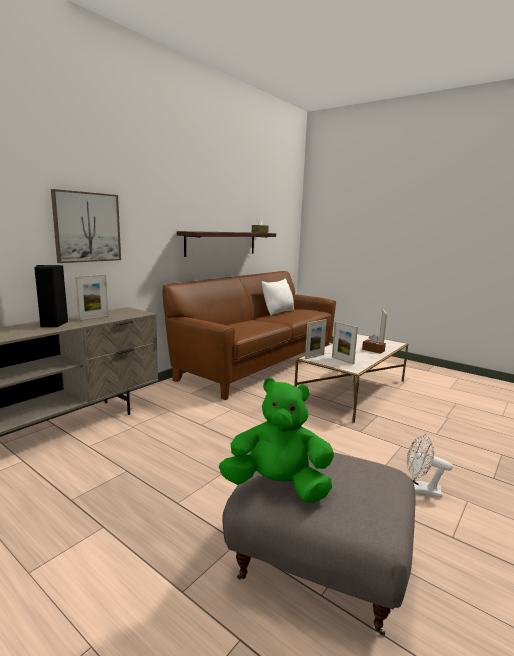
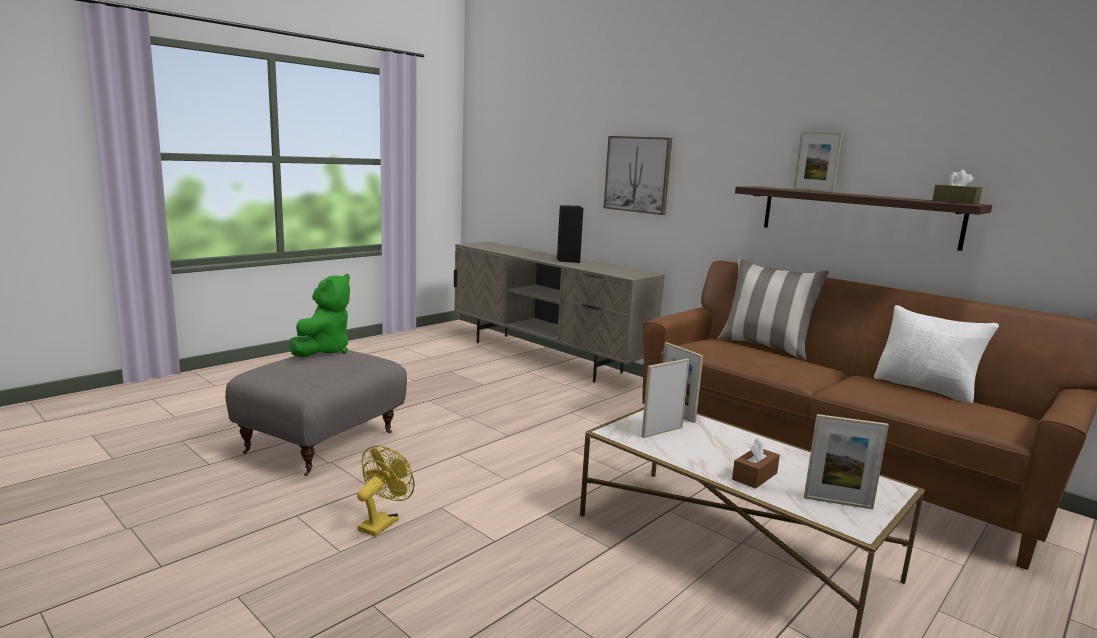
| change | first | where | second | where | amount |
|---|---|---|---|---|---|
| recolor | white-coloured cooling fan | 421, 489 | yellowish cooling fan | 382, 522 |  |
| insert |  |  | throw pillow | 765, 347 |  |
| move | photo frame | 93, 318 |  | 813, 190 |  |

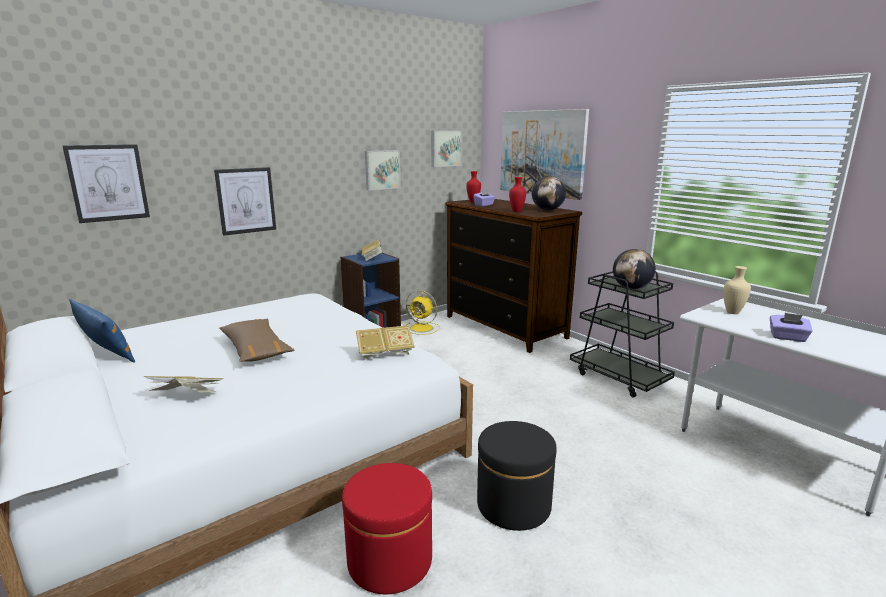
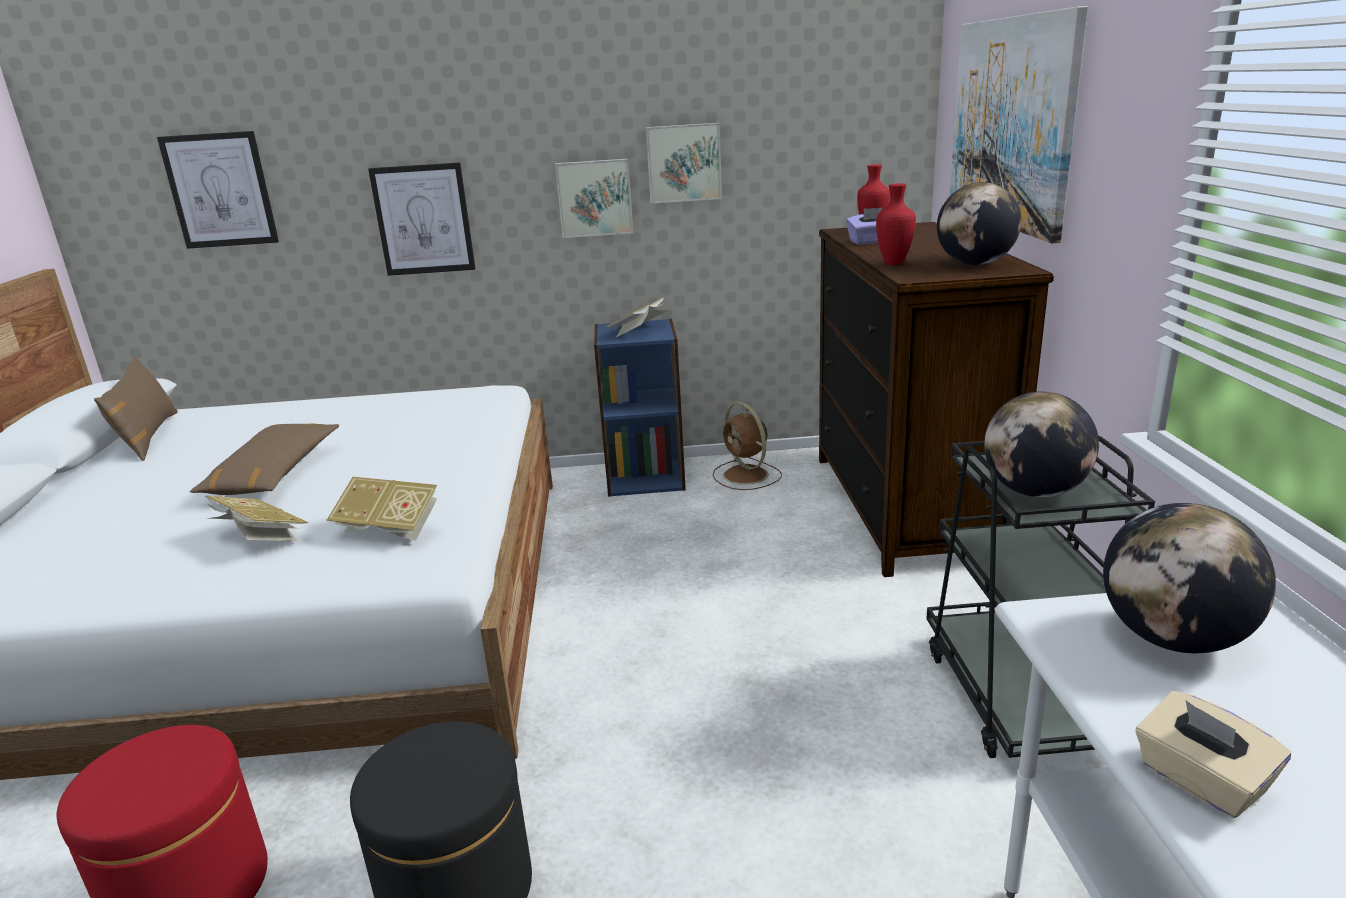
| change | first | where | second | where | amount |
|---|---|---|---|---|---|
| recolor | blue throw pillow | 105, 351 | brownish throw pillow | 148, 437 |  |
| move | bound book | 186, 396 |  | 260, 537 |  |
| move | wall art | 445, 148 |  | 594, 198 |  |
| recolor | yellowish cooling fan | 422, 328 | brownish cooling fan | 747, 476 |  |
| replace | beige decorative vase | 733, 313 | globe | 1173, 639 |  |
| recolor | purplish box of tissues | 787, 337 | beige box of tissues | 1200, 781 |  |

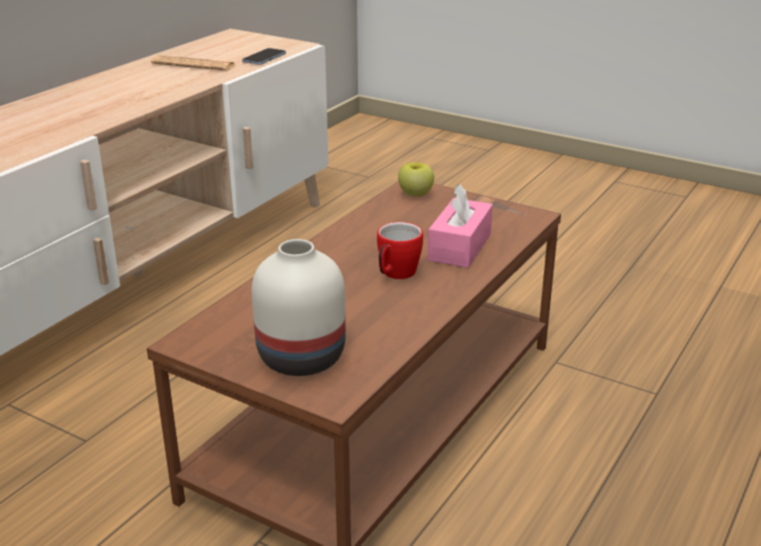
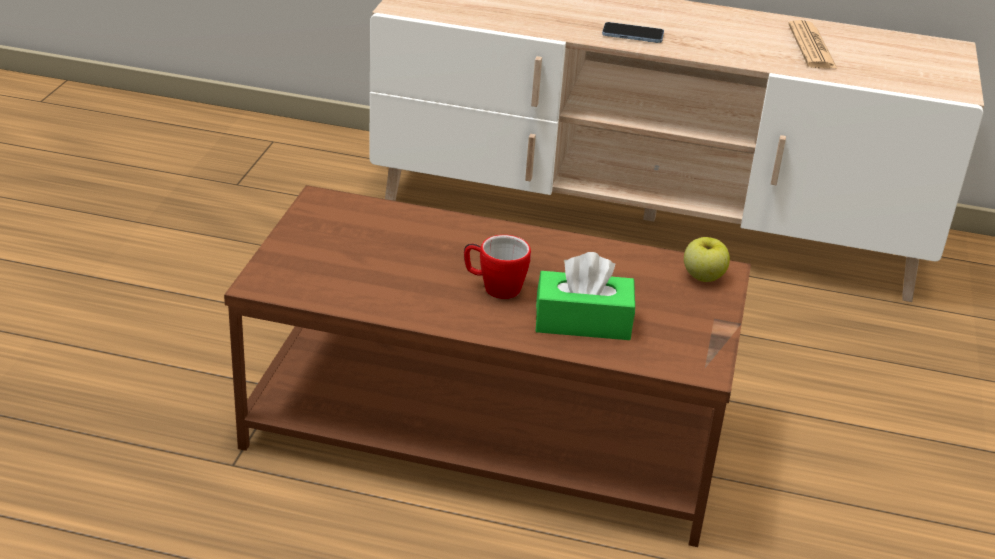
| change | first | where | second | where | amount |
|---|---|---|---|---|---|
| recolor | pink-coloured box of tissues | 460, 247 | green-coloured box of tissues | 583, 322 |  |
| move | phone | 264, 58 |  | 632, 35 |  |
| delete | white-coloured decorative vase | 301, 359 |  |  |  |

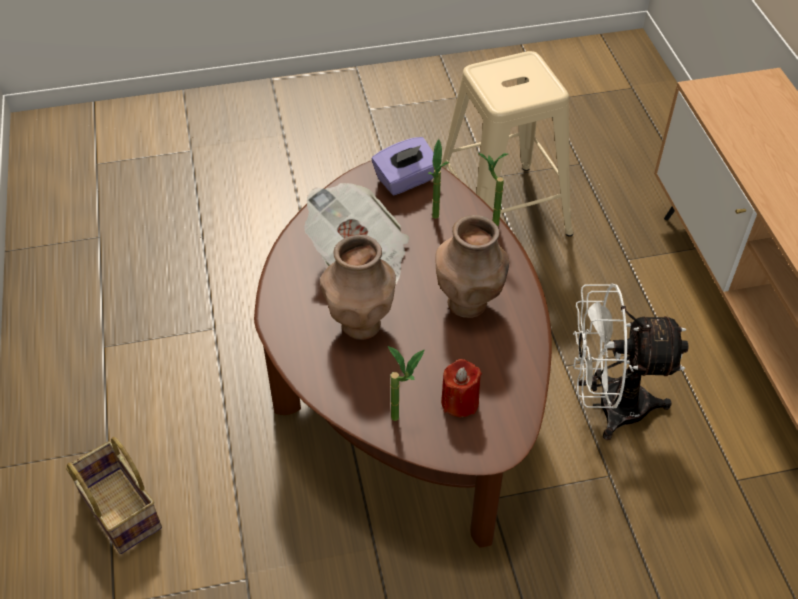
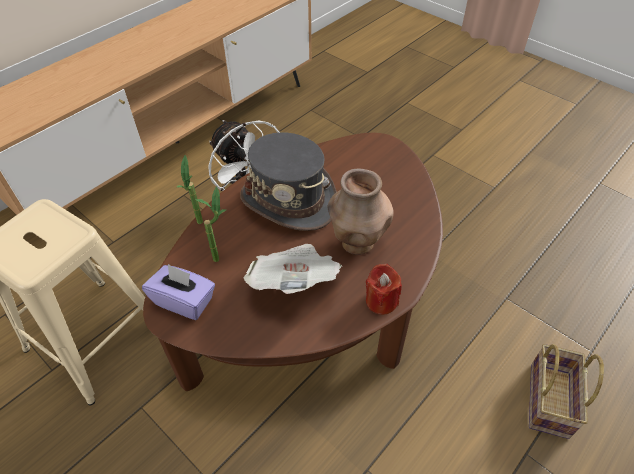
| change | first | where | second | where | amount |
|---|---|---|---|---|---|
| replace | brownish decorative vase | 468, 303 | grey hat | 289, 200 |  |
| move | red candle | 460, 402 |  | 381, 301 |  |
| delete | houseplant | 403, 418 |  |  |  |

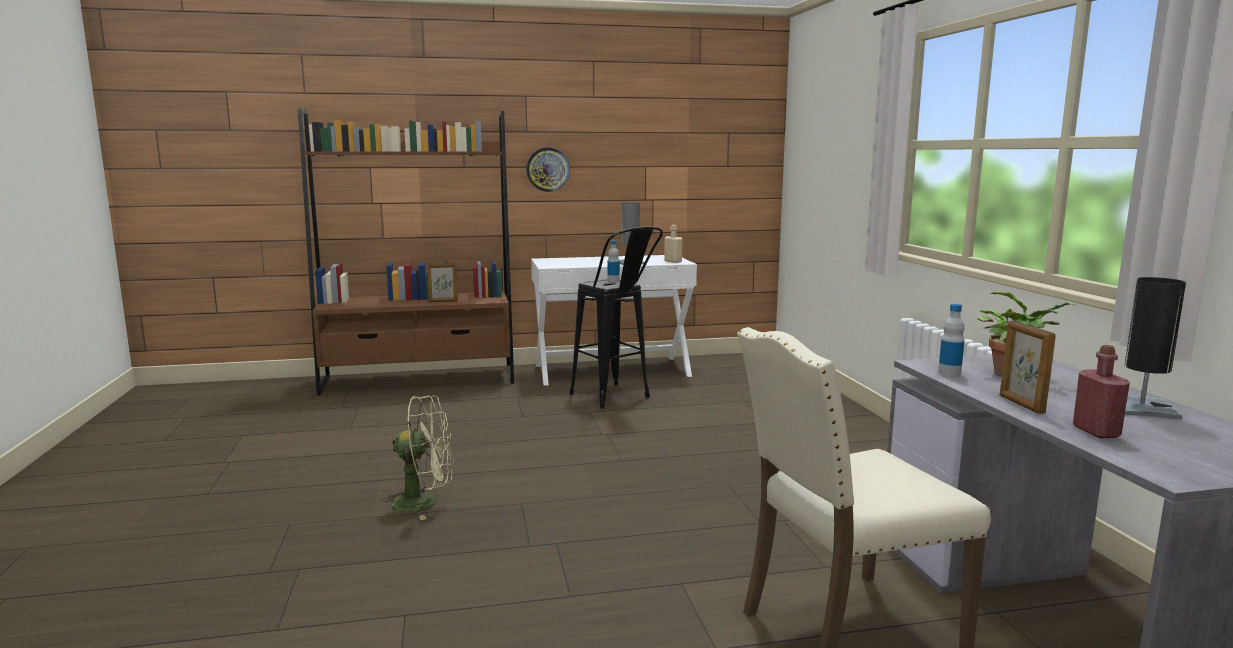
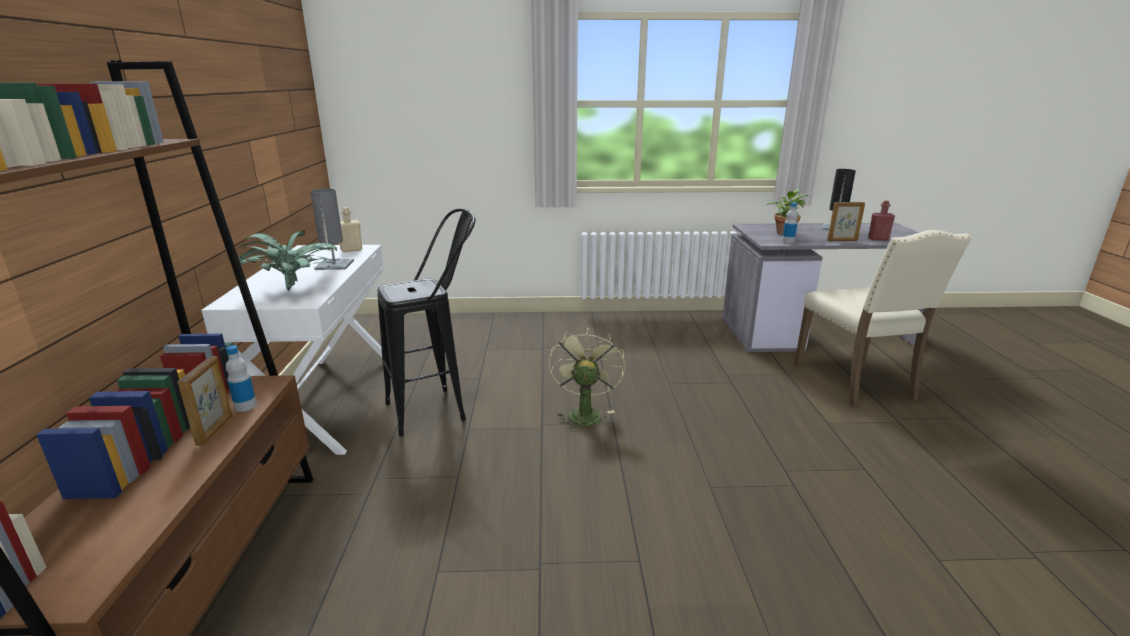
| change | first | where | second | where | amount |
|---|---|---|---|---|---|
| move | beverage bottle | 613, 280 |  | 245, 406 |  |
| insert |  |  | houseplant | 294, 288 |  |
| move | green-coloured cooling fan | 424, 503 |  | 584, 412 |  |
| delete | hanging clock | 547, 169 |  |  |  |

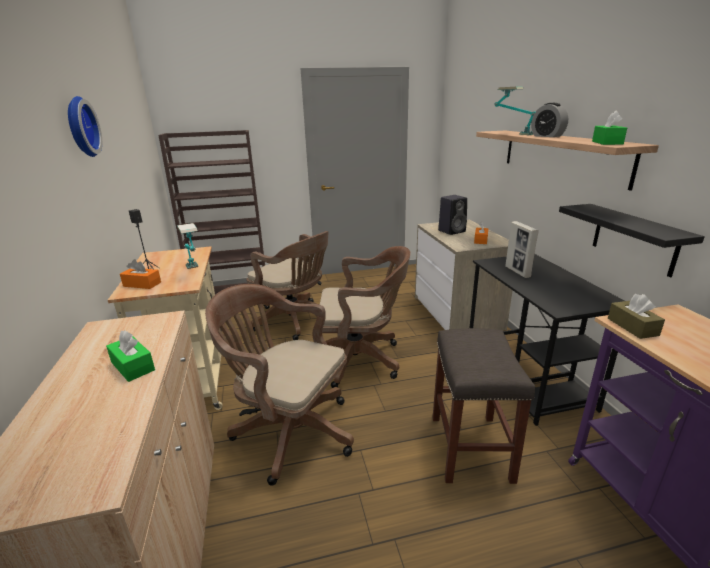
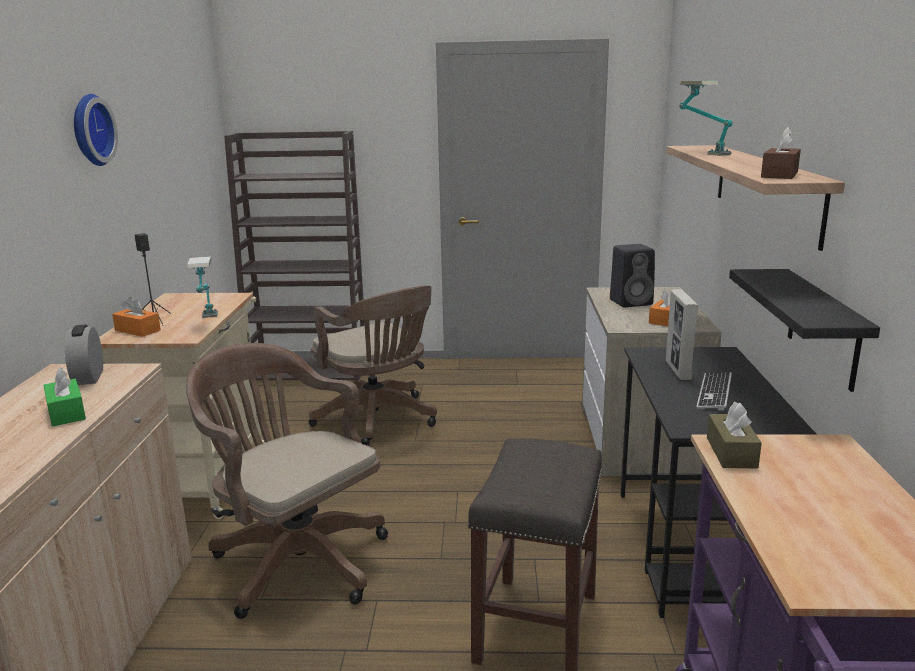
| change | first | where | second | where | amount |
|---|---|---|---|---|---|
| move | alarm clock | 547, 136 |  | 88, 377 |  |
| insert |  |  | computer keyboard | 714, 392 |  |
| recolor | green-coloured box of tissues | 607, 143 | brownish box of tissues | 779, 175 |  |
| delete | brownish desk chair | 360, 359 |  |  |  |

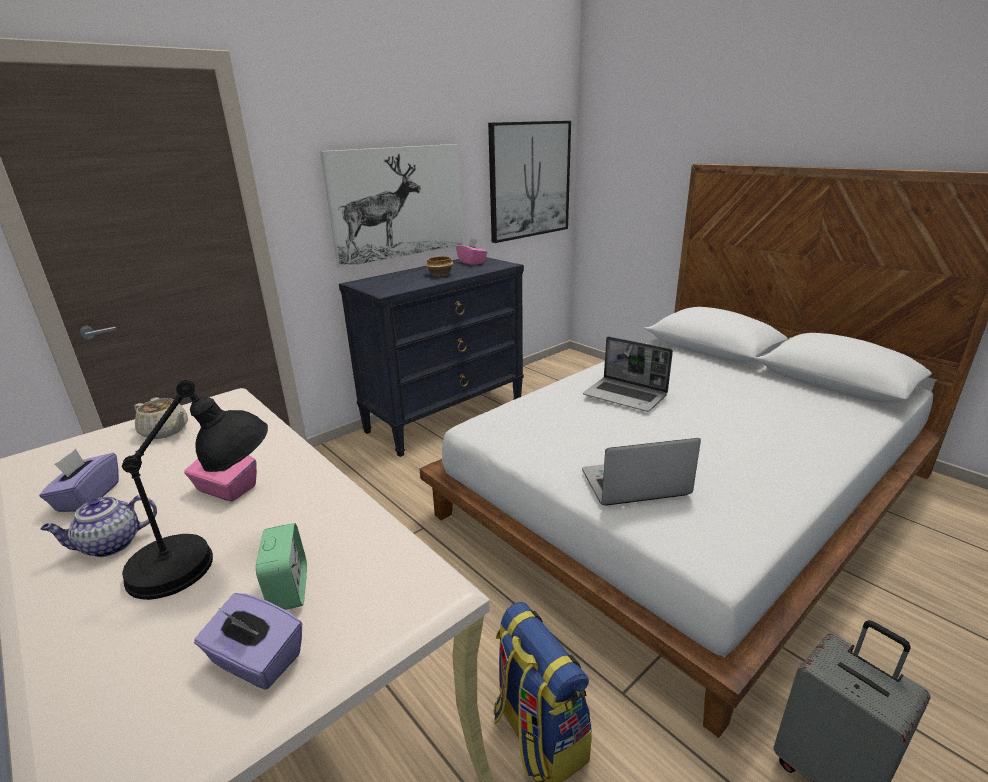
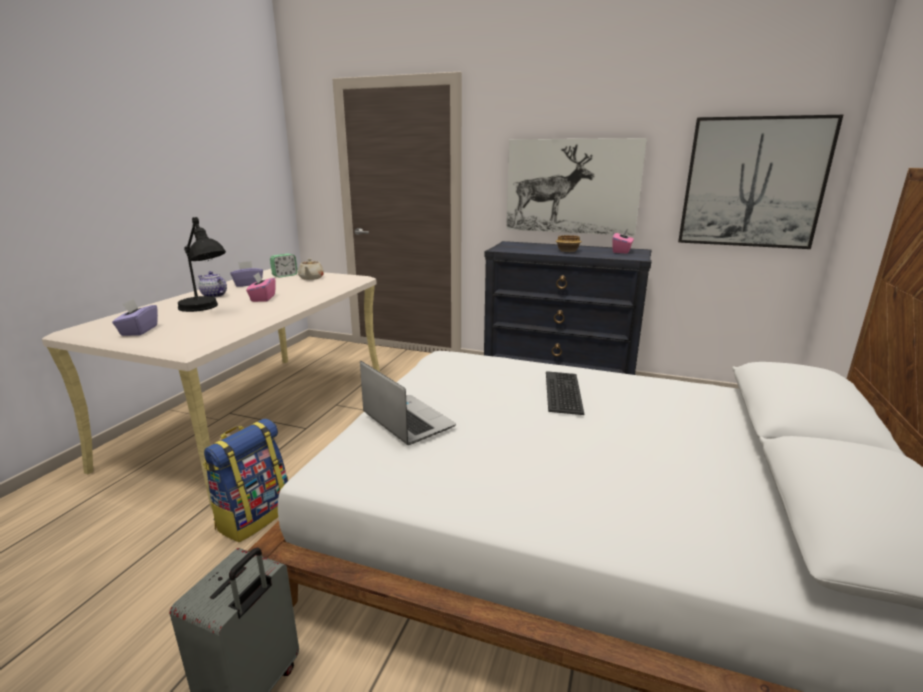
| change | first | where | second | where | amount |
|---|---|---|---|---|---|
| move | alarm clock | 288, 590 |  | 285, 275 |  |
| replace | laptop | 626, 396 | computer keyboard | 564, 392 |  |

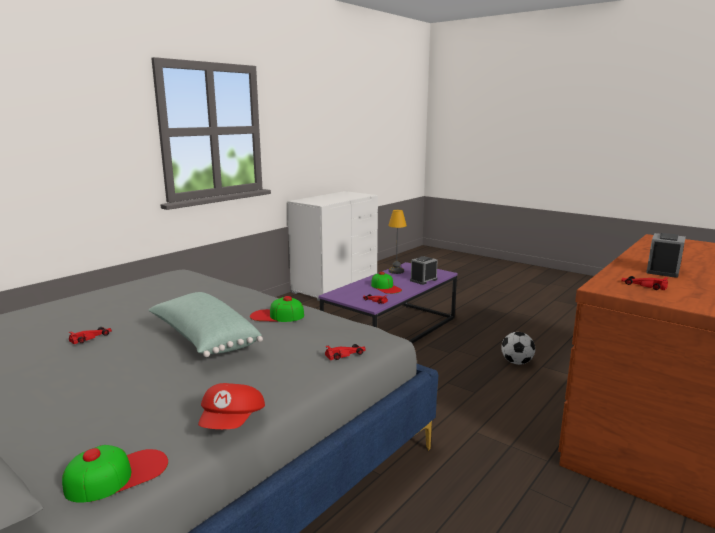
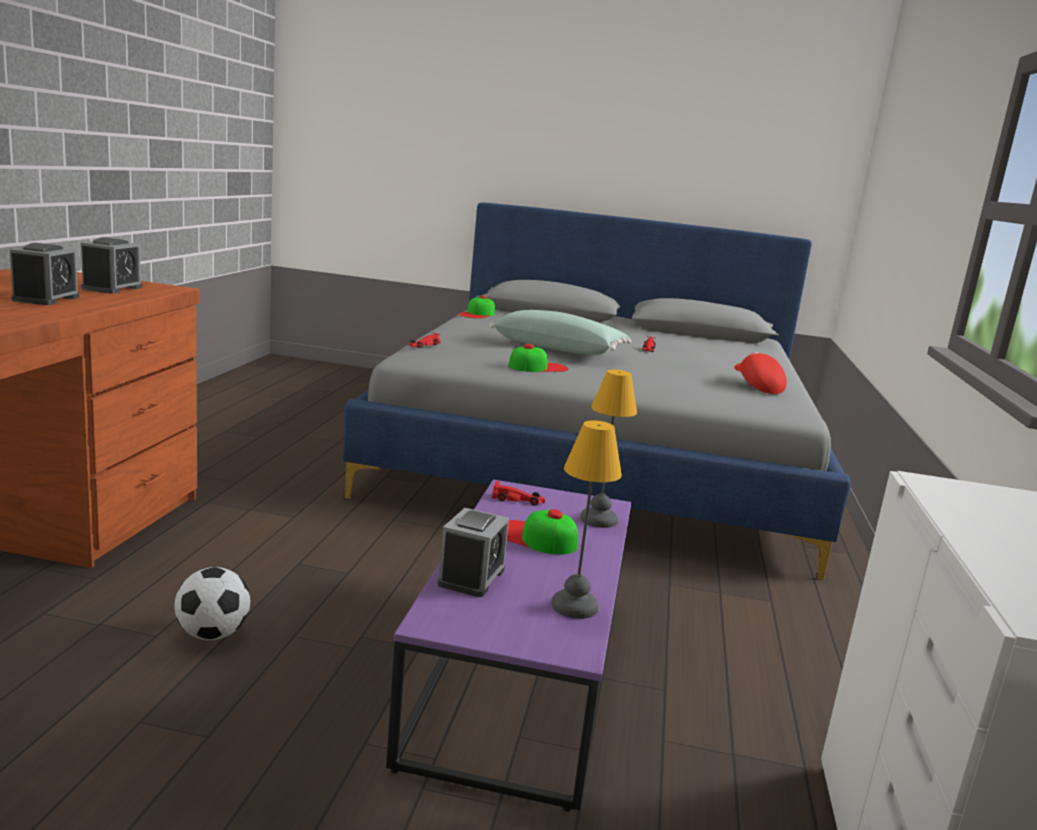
| change | first | where | second | where | amount |
|---|---|---|---|---|---|
| replace | red miniature car | 643, 285 | alarm clock | 112, 288 |  |
| insert |  |  | table lamp | 598, 520 |  |
| move | red cap | 233, 422 |  | 756, 386 |  |

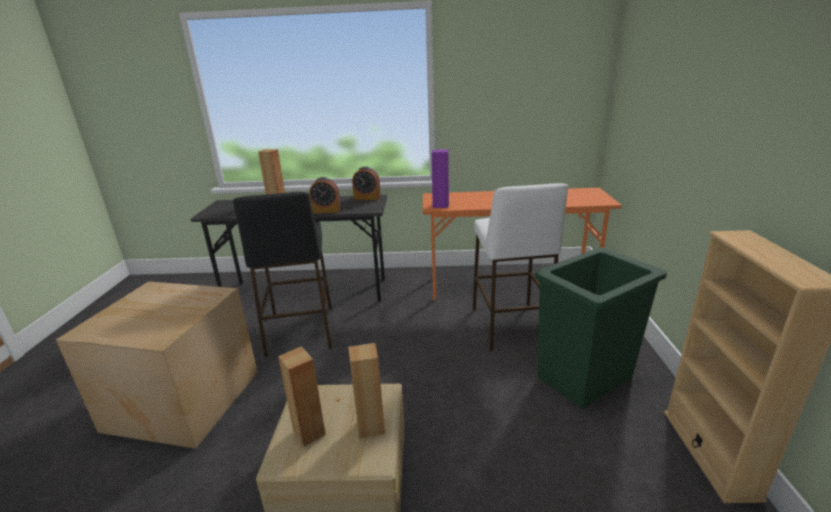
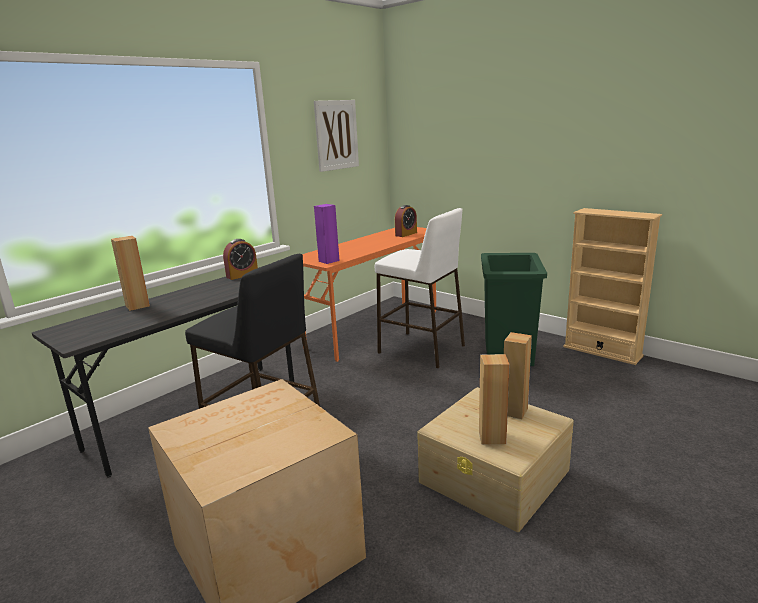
| change | first | where | second | where | amount |
|---|---|---|---|---|---|
| insert |  |  | wall art | 336, 135 |  |
| move | alarm clock | 326, 211 |  | 406, 234 |  |

